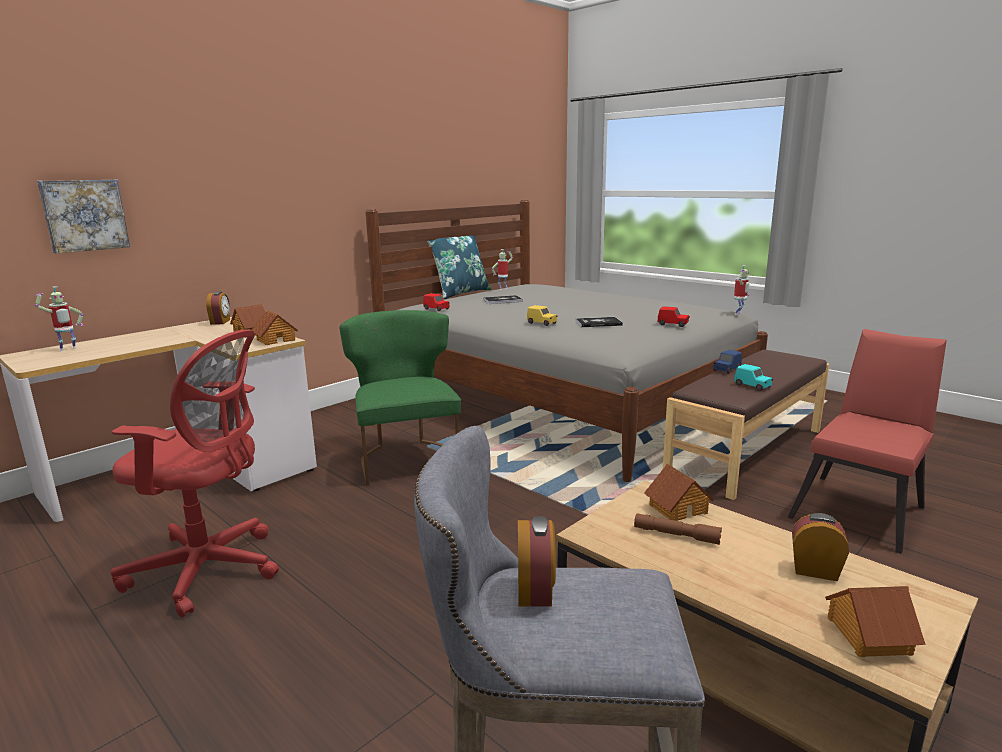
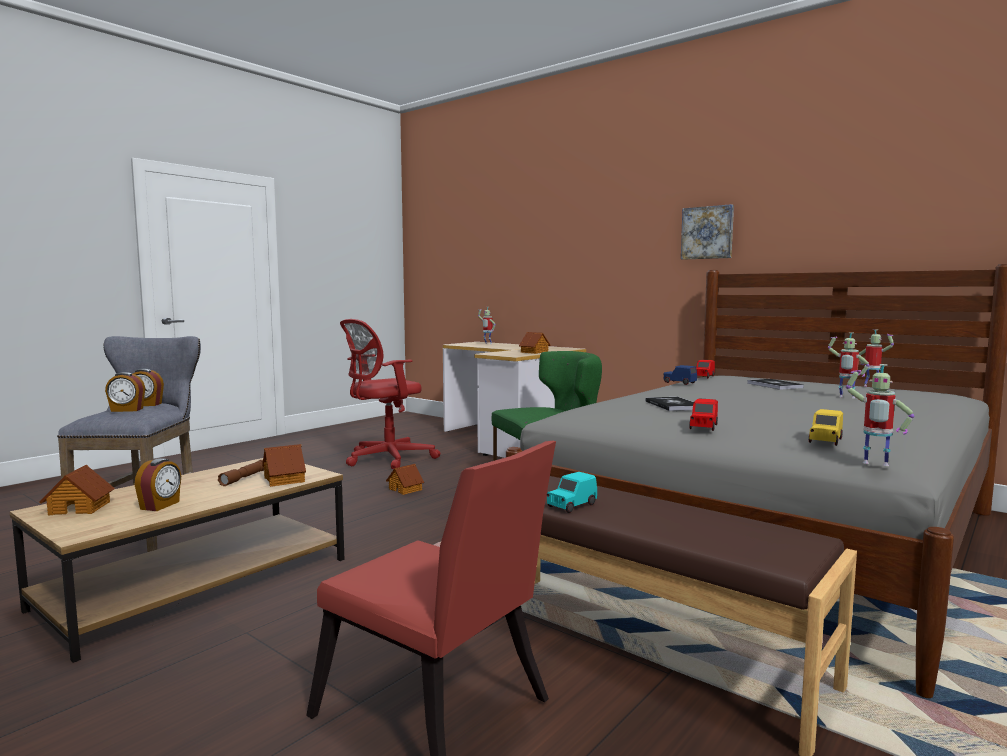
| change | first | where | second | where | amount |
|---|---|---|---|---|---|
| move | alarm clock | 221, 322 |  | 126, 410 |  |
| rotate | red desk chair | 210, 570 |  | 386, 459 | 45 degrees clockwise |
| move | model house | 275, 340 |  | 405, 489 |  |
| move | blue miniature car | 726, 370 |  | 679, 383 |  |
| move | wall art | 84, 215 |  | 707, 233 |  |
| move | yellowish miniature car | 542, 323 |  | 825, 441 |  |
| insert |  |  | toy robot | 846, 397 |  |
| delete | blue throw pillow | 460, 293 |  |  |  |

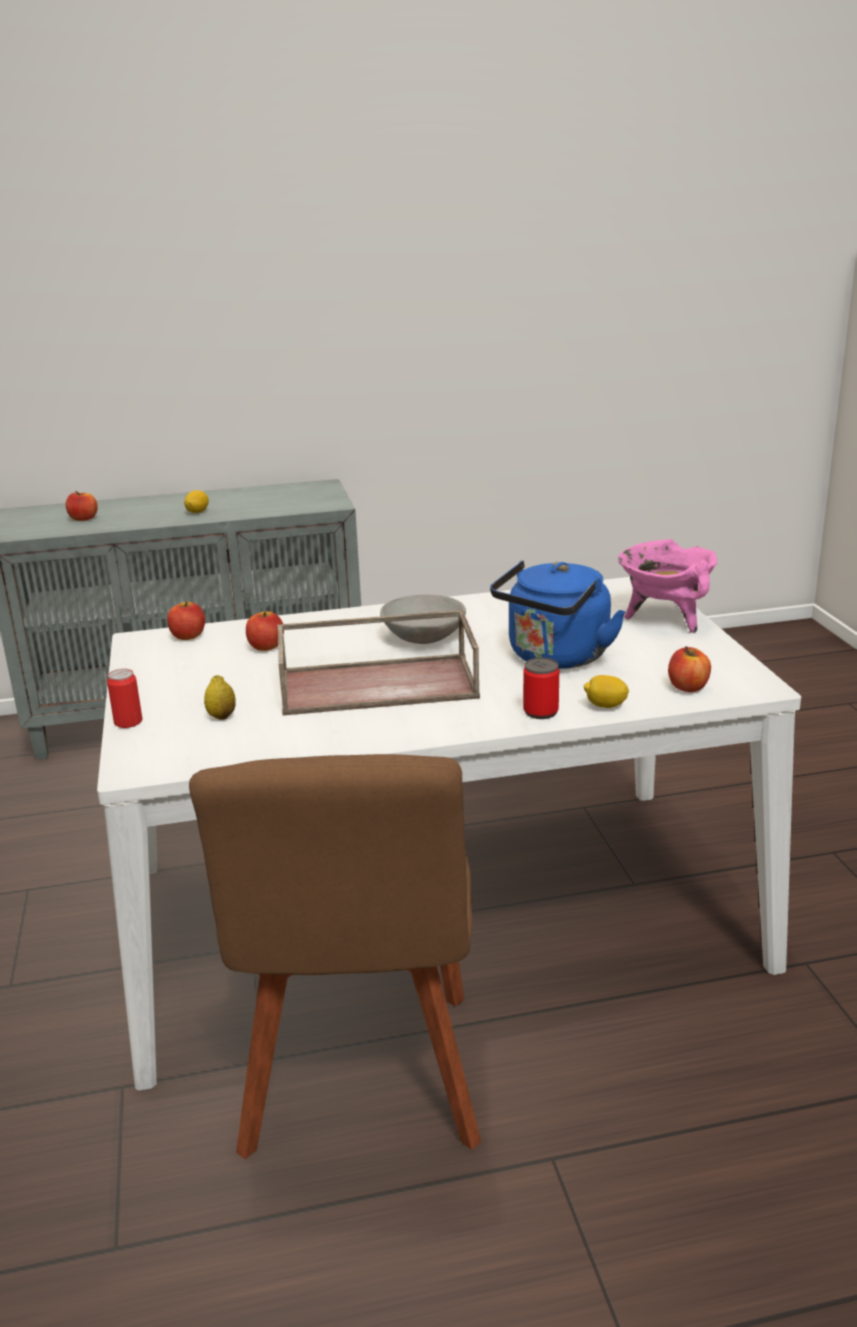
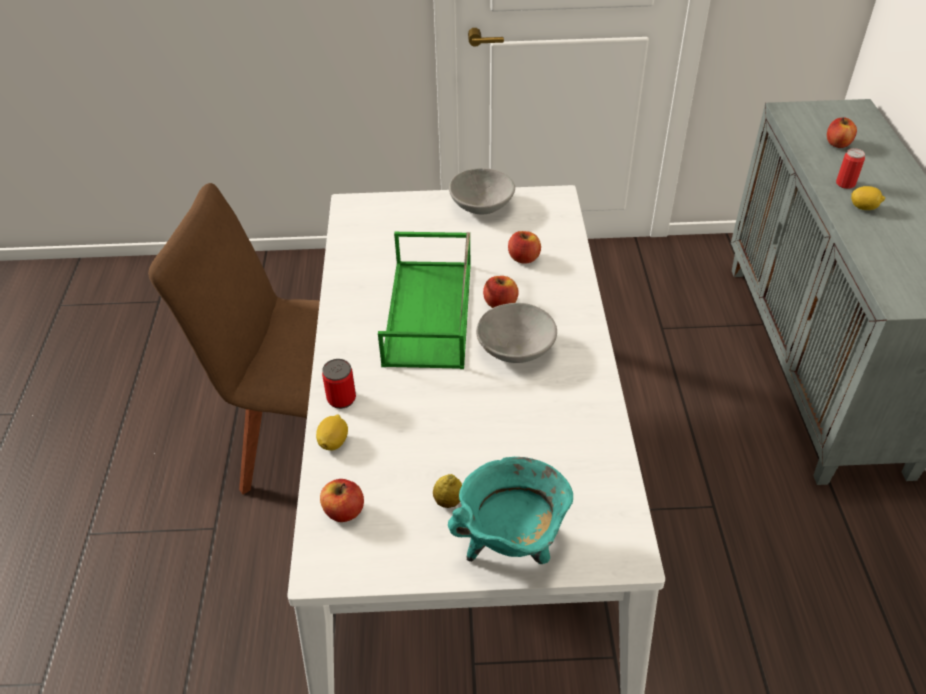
| change | first | where | second | where | amount |
|---|---|---|---|---|---|
| recolor | brownish serving tray | 379, 684 | green-coloured serving tray | 430, 314 |  |
| move | citrus fruit | 221, 716 |  | 448, 501 |  |
| recolor | pink-coloured saucepot | 665, 619 | turquoise saucepot | 512, 544 |  |
| insert |  |  | grey serving bowl | 482, 206 |  |
| move | whole apple | 188, 636 |  | 500, 303 |  |
| move | metal can | 128, 722 |  | 845, 184 |  |
| delete | blue tea kettle | 555, 658 |  |  |  |

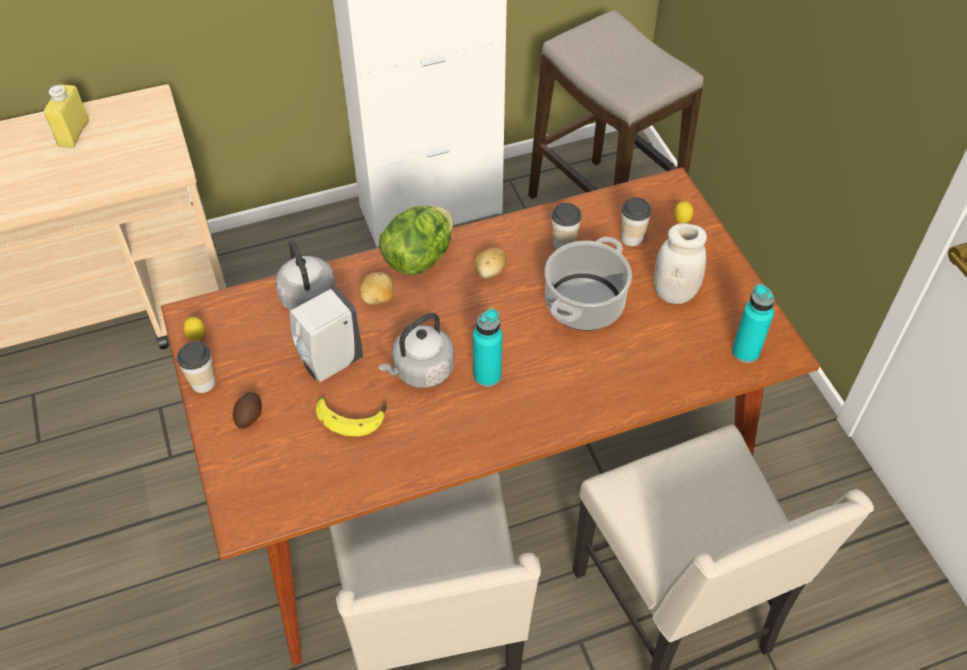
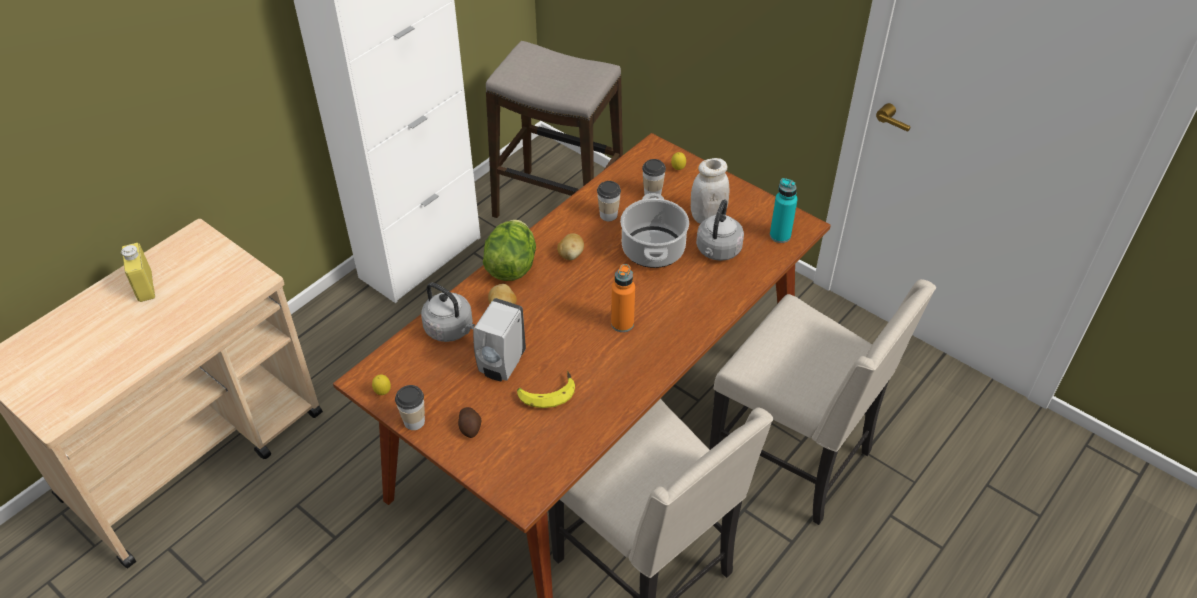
| change | first | where | second | where | amount |
|---|---|---|---|---|---|
| recolor | turquoise beverage bottle | 487, 375 | orange-coloured beverage bottle | 622, 324 |  |
| move | grey tea kettle | 421, 371 |  | 717, 251 |  |

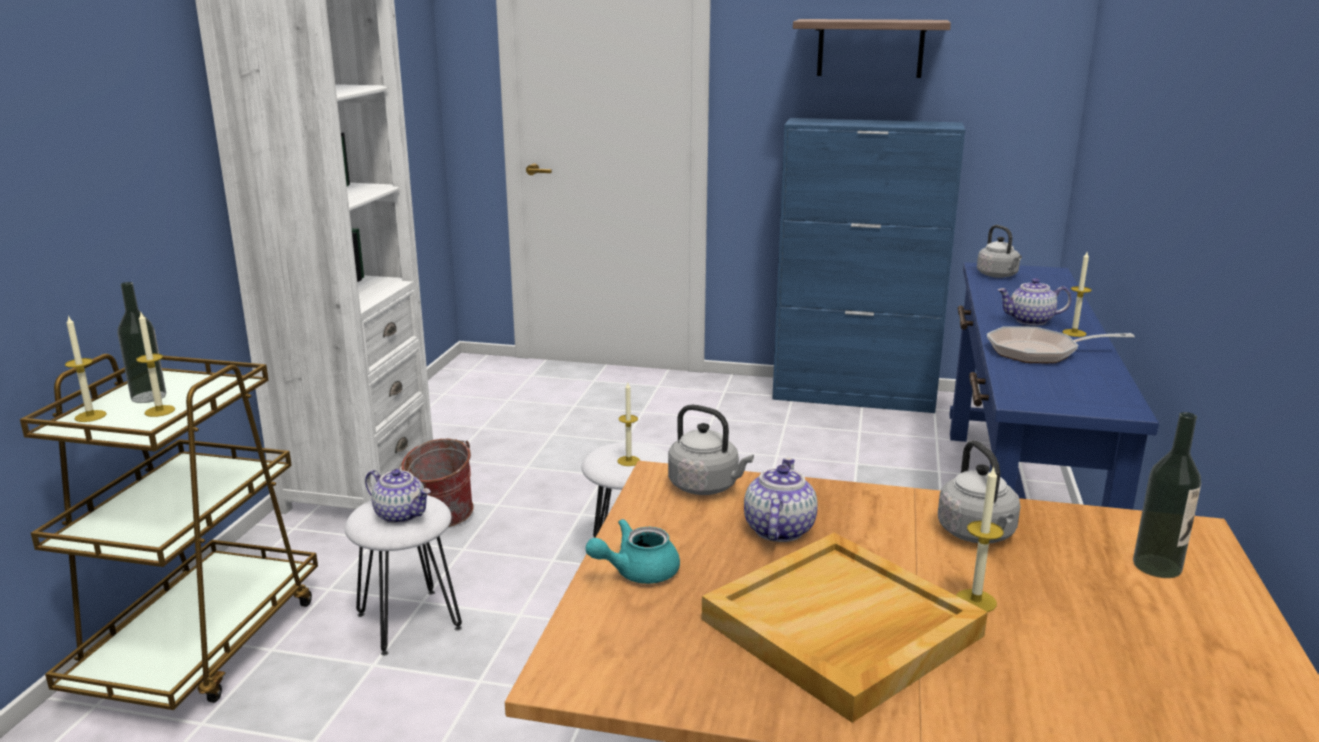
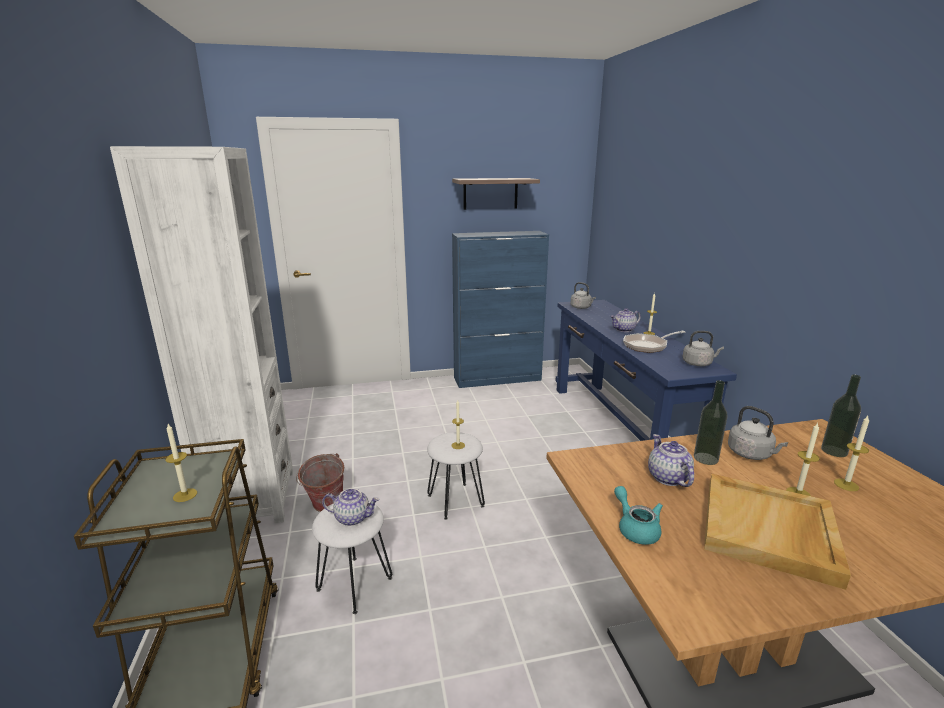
| change | first | where | second | where | amount |
|---|---|---|---|---|---|
| rotate | turquoise pot for tea | 636, 572 |  | 636, 528 | 120 degrees clockwise |
| move | grey tea kettle | 707, 486 |  | 698, 363 |  |
| move | beverage bottle | 149, 397 |  | 705, 458 |  |
| move | candle | 90, 416 |  | 846, 485 |  |

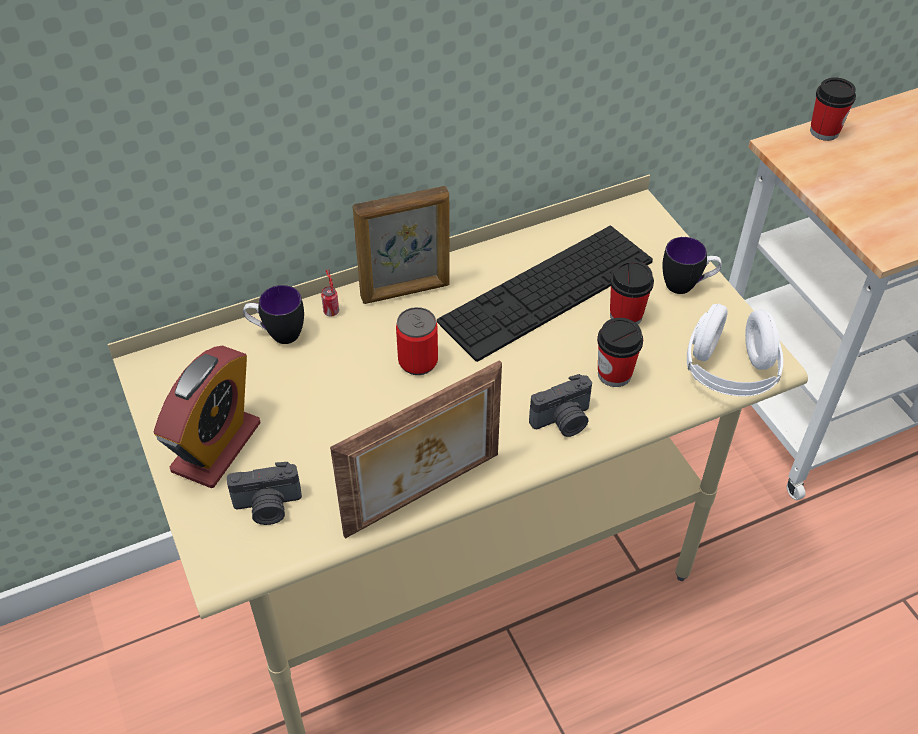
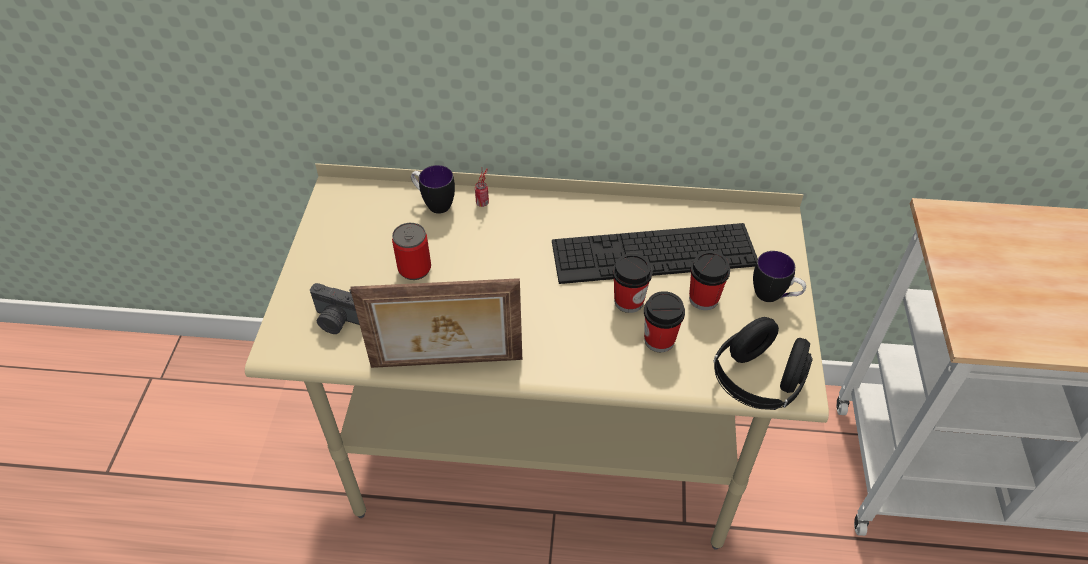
| change | first | where | second | where | amount |
|---|---|---|---|---|---|
| move | metal can | 418, 362 |  | 414, 269 |  |
| move | small cup | 824, 131 |  | 628, 301 |  |
| recolor | white-coloured pair of headphones | 729, 372 | blackish pair of headphones | 757, 381 |  |
| delete | alarm clock | 216, 447 |  |  |  |
| delete | photo frame | 406, 291 |  |  |  |
| delete | photo camera | 563, 421 |  |  |  |

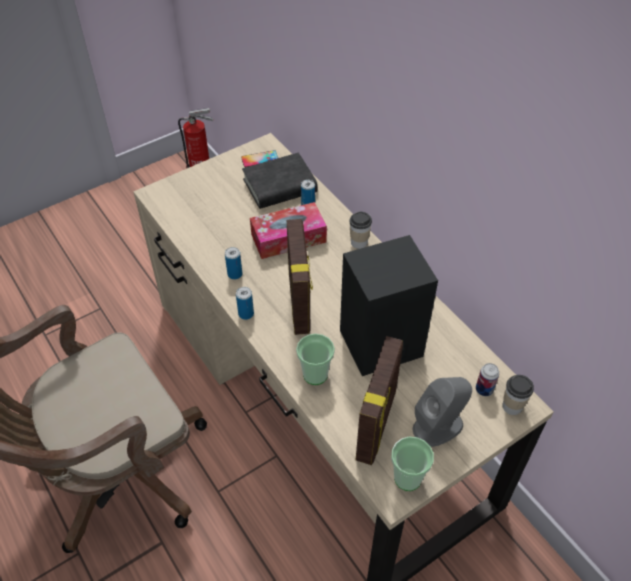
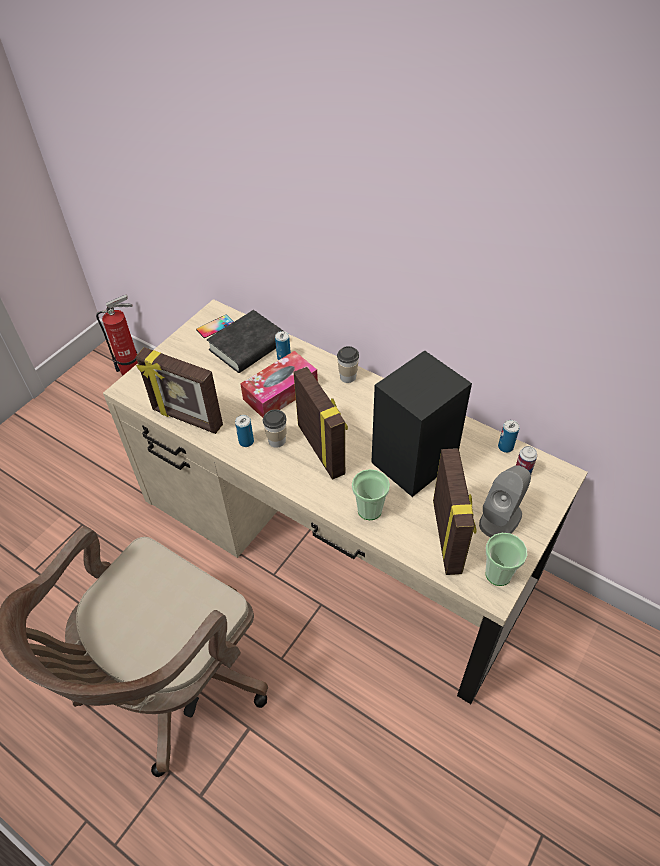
| change | first | where | second | where | amount |
|---|---|---|---|---|---|
| insert |  |  | photo frame | 186, 418 |  |
| move | small cup | 512, 406 |  | 277, 440 |  |
| move | metal can | 246, 314 |  | 505, 447 |  |

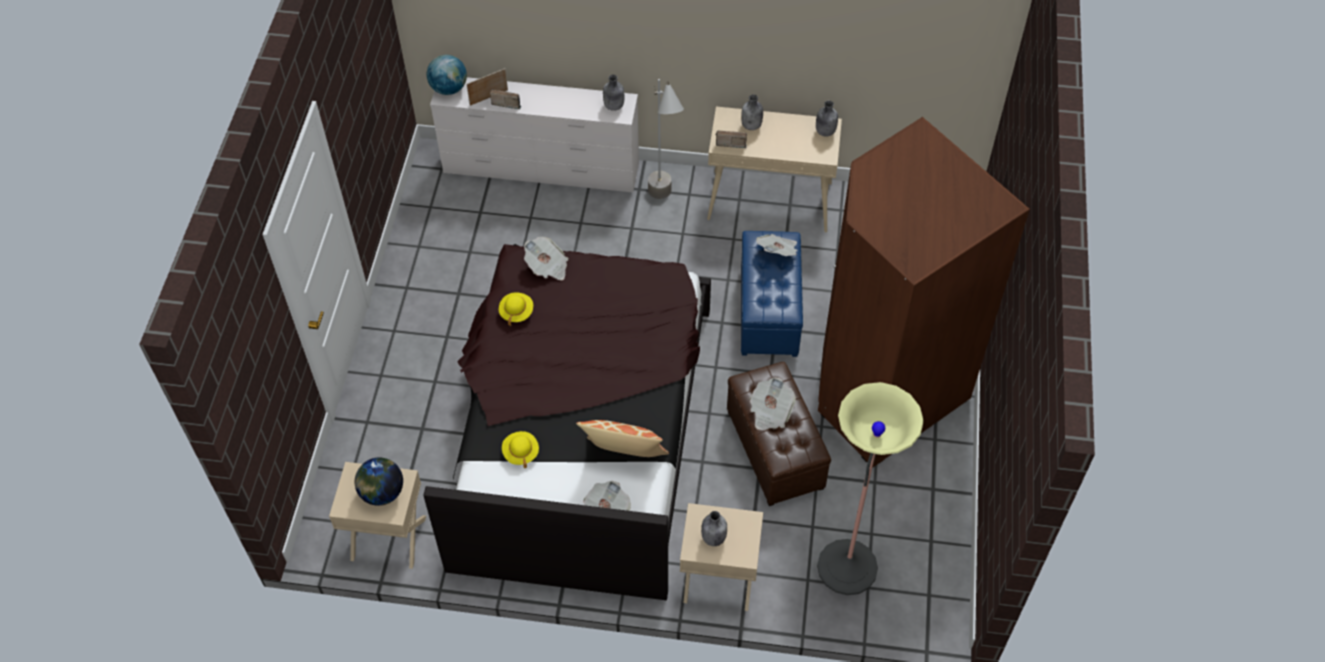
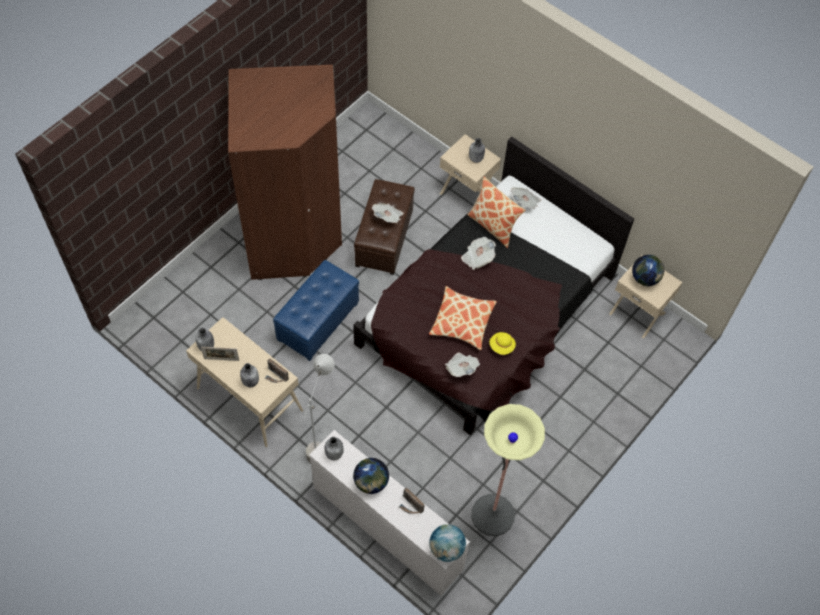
| change | first | where | second | where | amount |
|---|---|---|---|---|---|
| move | photo frame | 488, 97 |  | 221, 359 |  |
| insert |  |  | globe | 371, 482 |  |
| insert |  |  | throw pillow | 462, 322 |  |
| move | newspaper | 778, 252 |  | 477, 258 |  |
| move | standing lamp | 847, 567 |  | 492, 515 |  |
| delete | yellowish hat | 520, 452 |  |  |  |

